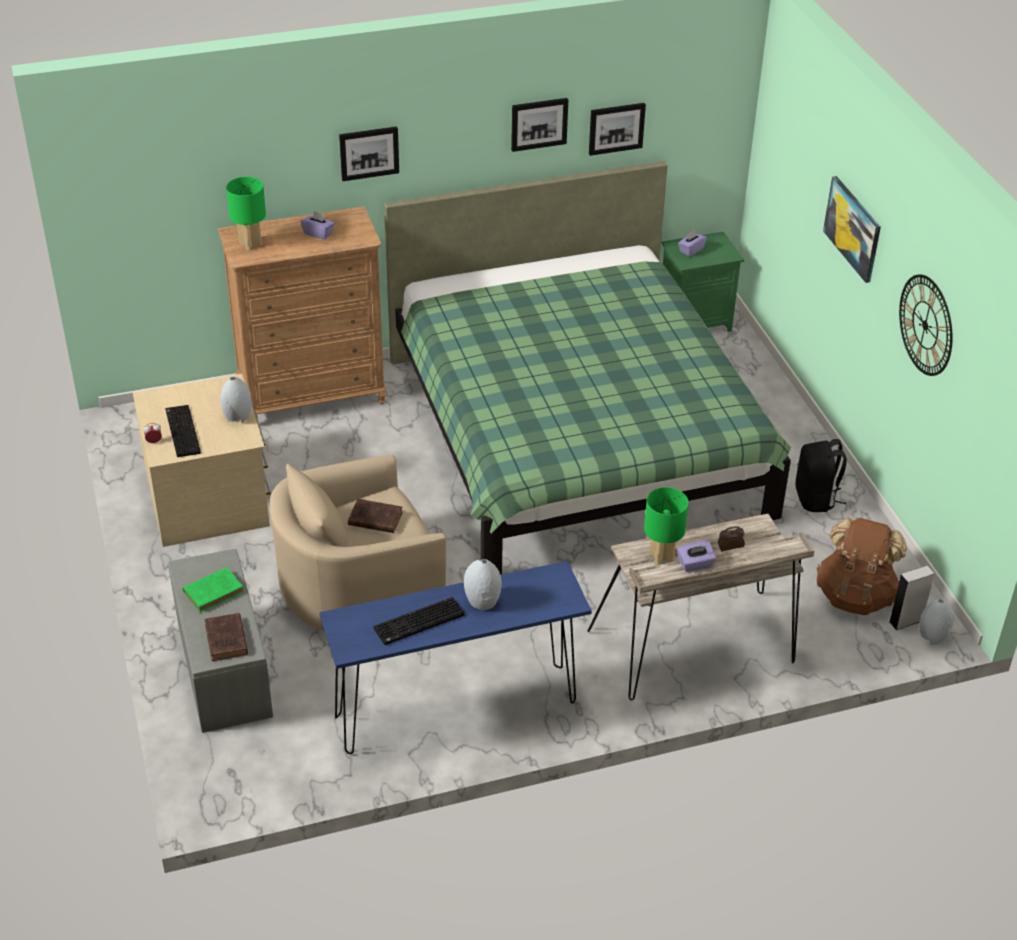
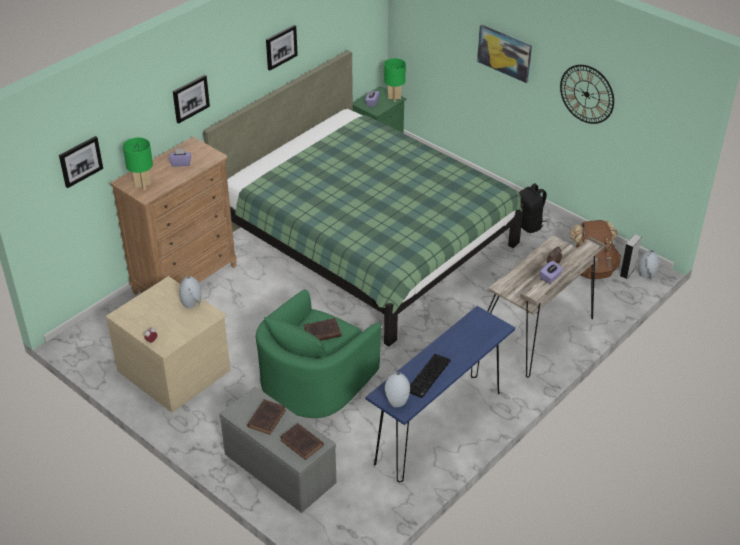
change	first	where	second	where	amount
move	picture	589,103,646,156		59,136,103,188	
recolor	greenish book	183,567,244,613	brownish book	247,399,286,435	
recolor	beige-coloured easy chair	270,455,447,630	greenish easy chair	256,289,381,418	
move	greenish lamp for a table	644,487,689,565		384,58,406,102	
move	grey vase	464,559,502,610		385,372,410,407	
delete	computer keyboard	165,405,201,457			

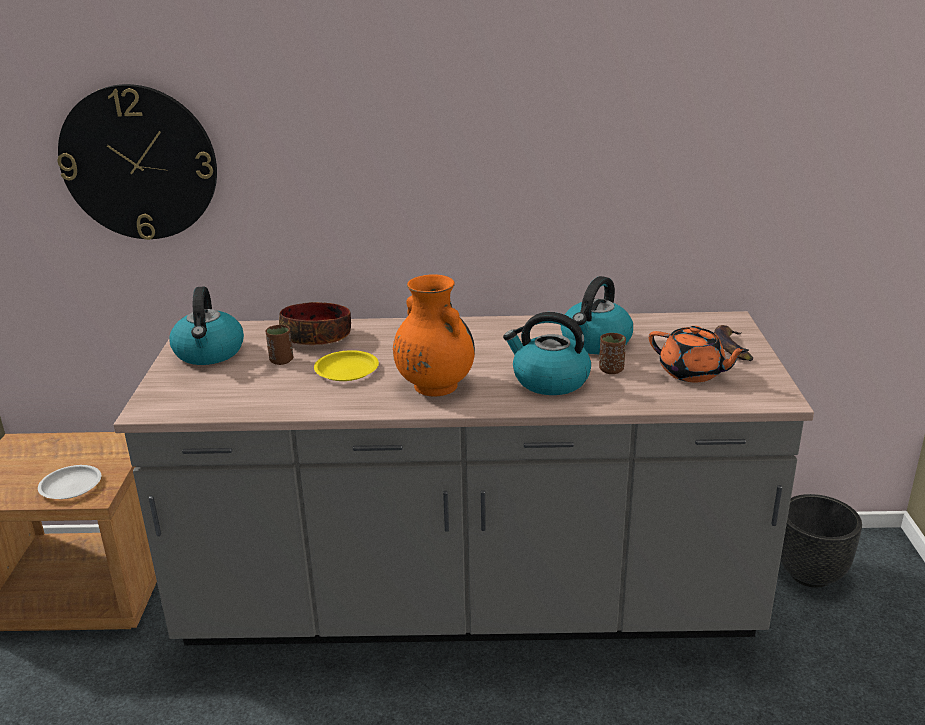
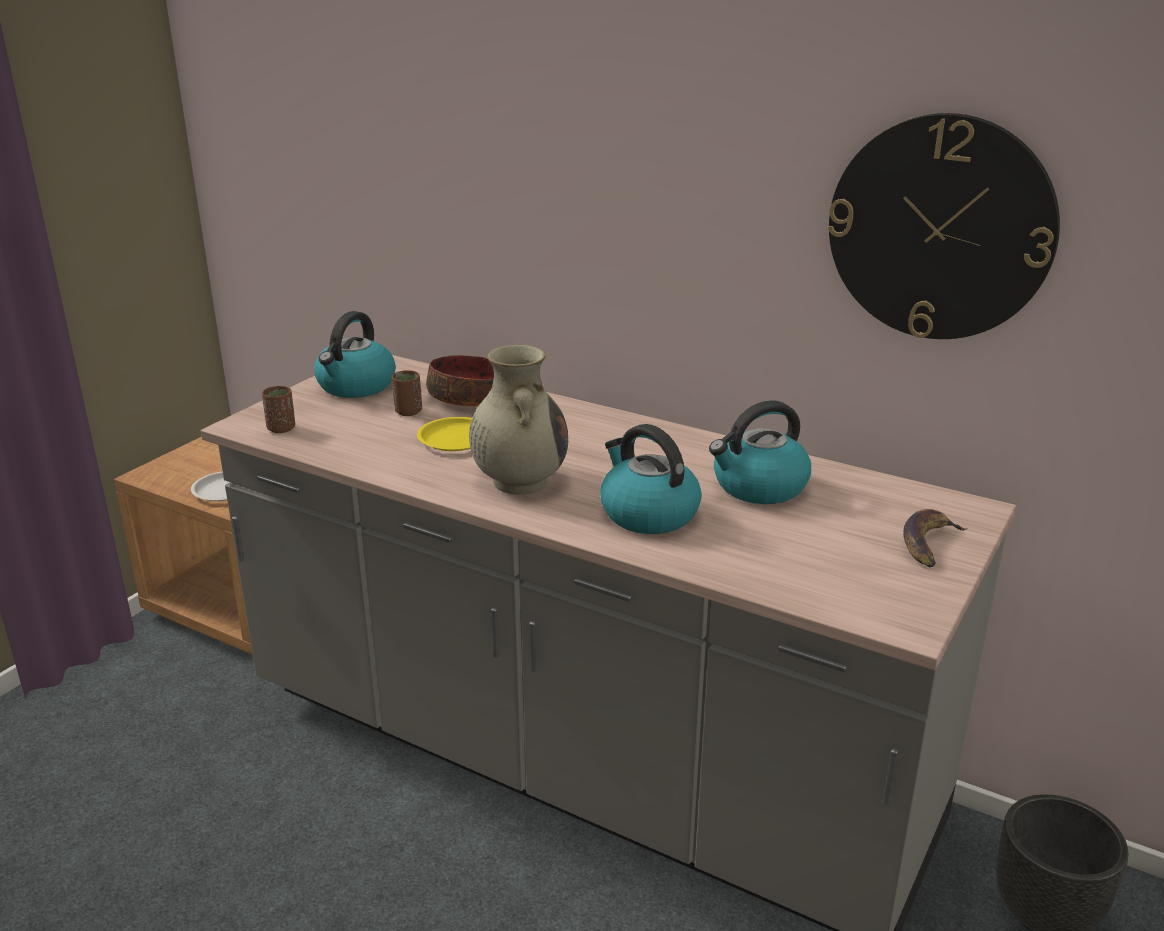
change	first	where	second	where	amount
move	brownish drinking cup	599,333,626,374		262,386,295,433	
recolor	orangey vase	393,275,475,397	beige-coloured vase	469,345,568,494	
move	clock on the wall	58,84,217,240		828,113,1060,339	
delete	orangey pot for tea	649,326,749,382			

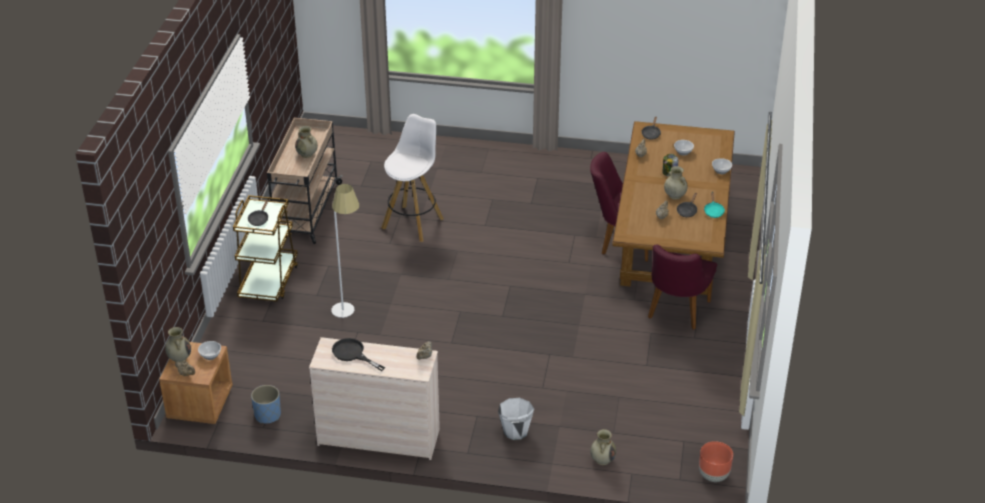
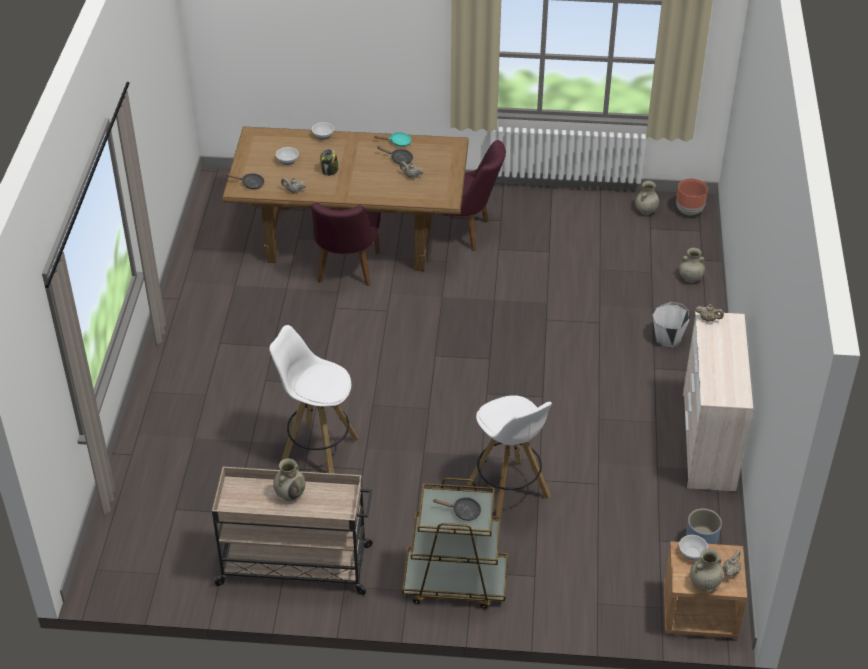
change	first	where	second	where	amount
replace	white-coloured standing lamp	331,184,359,318	white-coloured stool	466,395,552,520	
move	beige-coloured vase	664,166,688,200		635,181,659,215	
delete	black skillet	332,338,385,371			

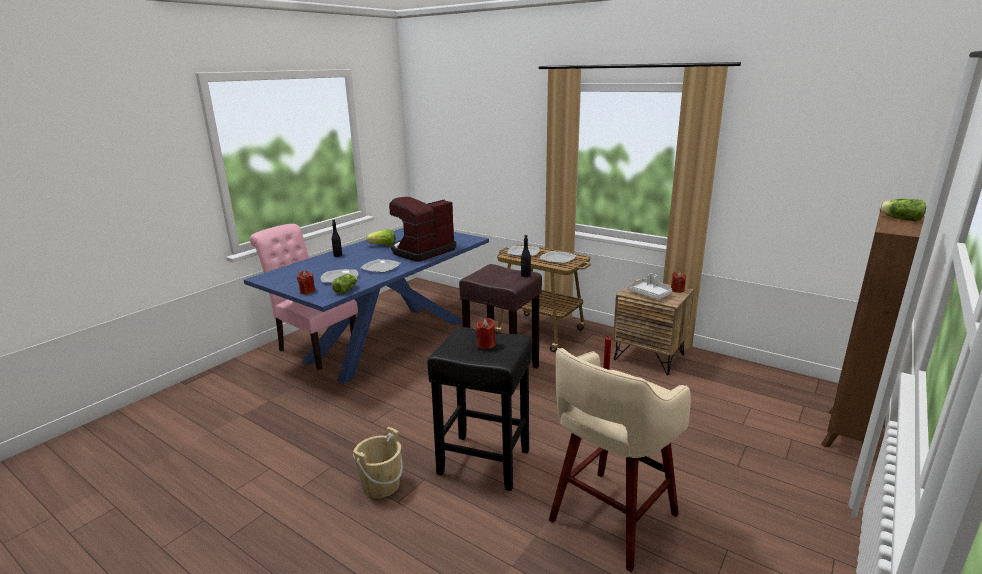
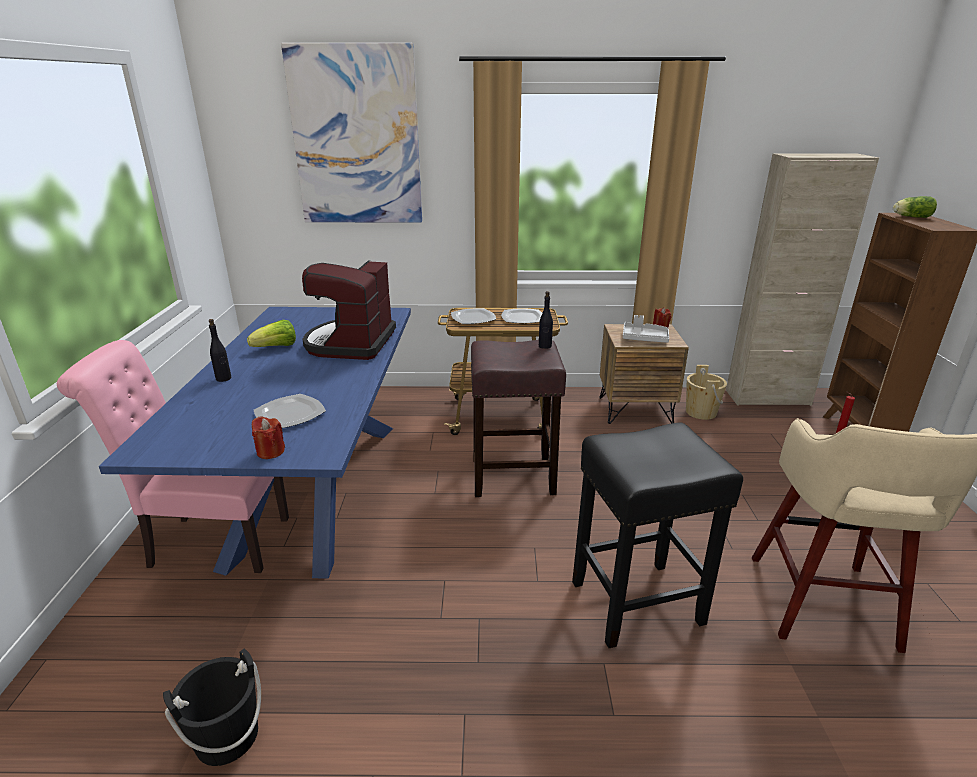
change	first	where	second	where	amount
insert			black bucket	163,649,261,766	
insert			picture	281,43,422,222	
move	beige-coloured bucket	353,427,403,498		686,365,727,420	
insert			beige-coloured cupboard	726,153,879,406	
delete	lettuce head	332,274,357,294			
delete	plate	360,259,401,272			
delete	red candle	476,318,496,349			

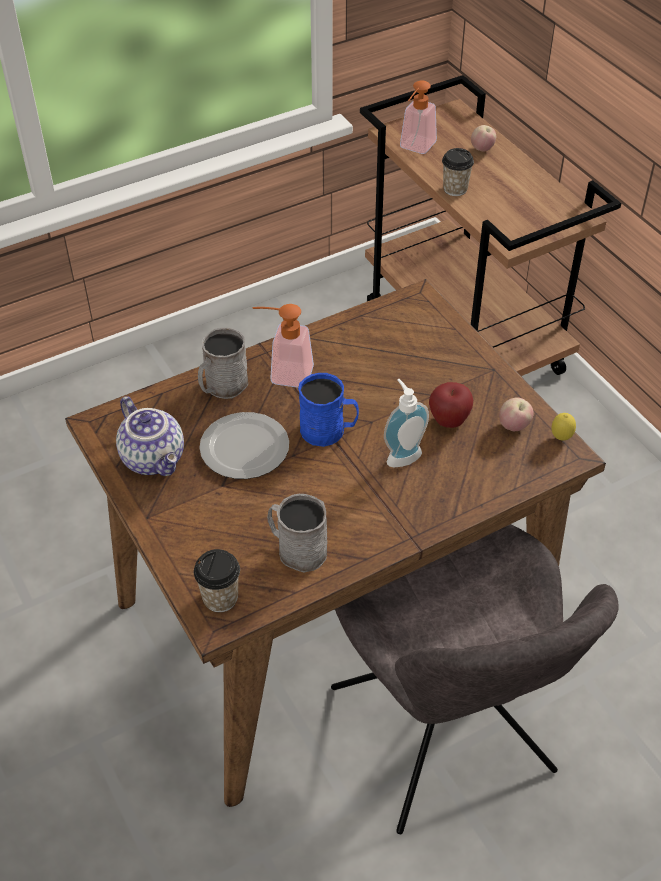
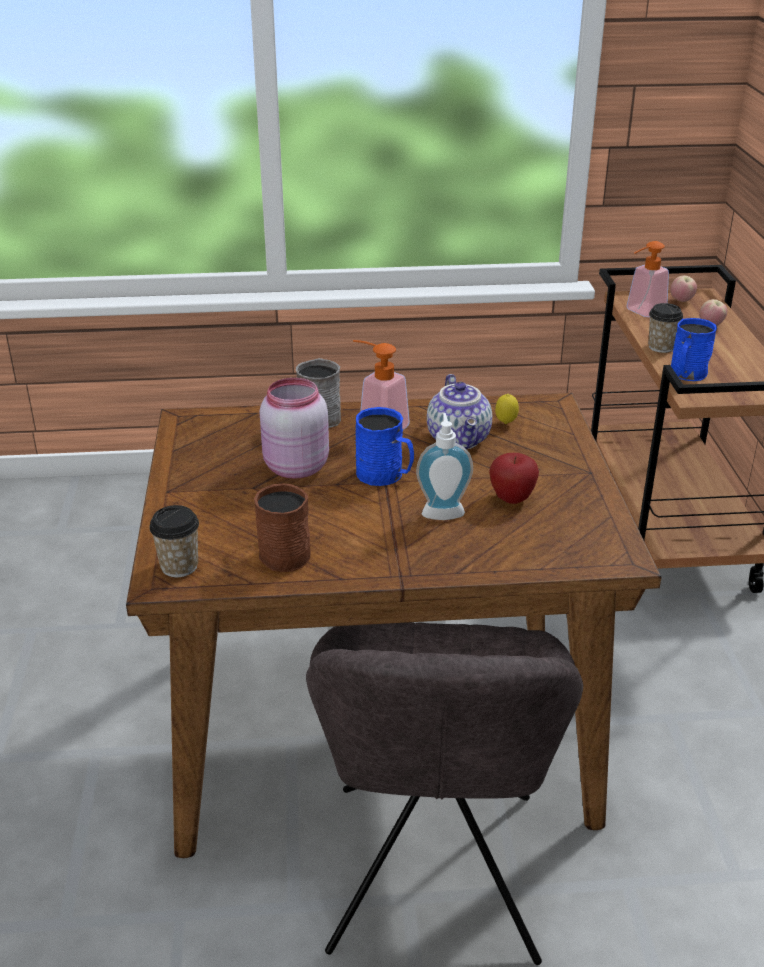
change	first	where	second	where	amount
recolor	grey mug	267,494,327,573	brownish mug	254,484,311,572	
replace	plate	199,412,289,479	pinkish preserve jar	260,378,329,479	
move	pot for tea	116,396,184,476		427,374,492,449	
move	lemon	551,413,576,440		495,394,519,424	
move	whole apple	499,397,534,431		670,275,697,302	
insert			bluish mug	671,318,717,381	

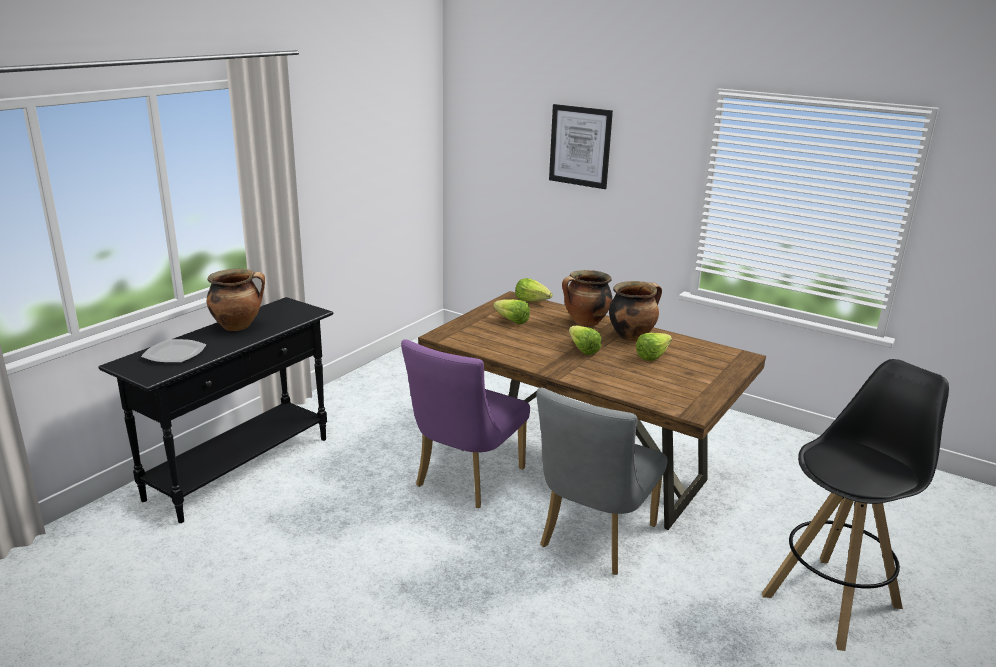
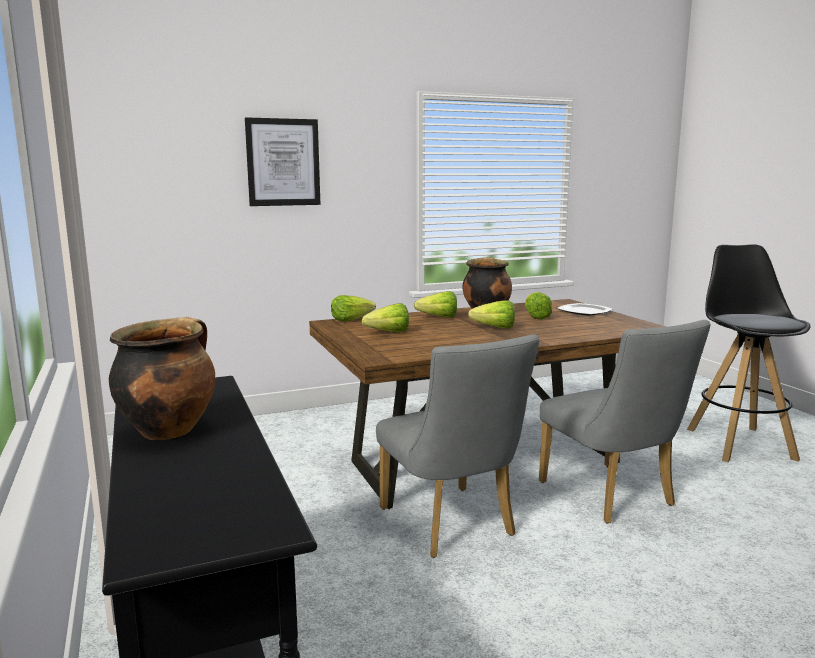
change	first	where	second	where	amount
recolor	purple upright chair	401,339,530,508	grey upright chair	376,334,539,558	
replace	stockpot	562,270,612,326	lettuce head	414,291,457,318	
move	plate	141,339,207,363		557,303,613,316	

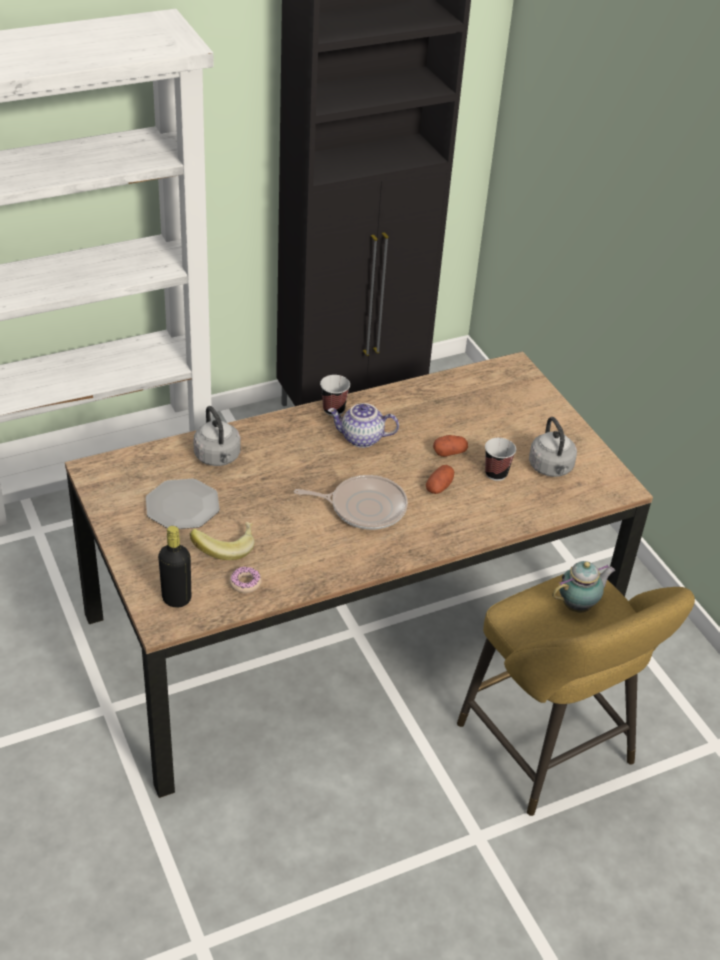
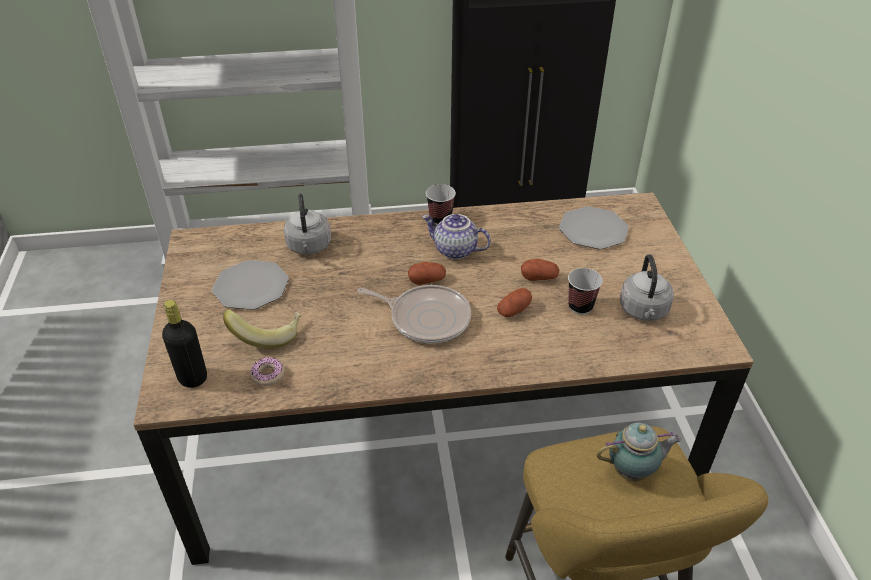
change	first	where	second	where	amount
insert			potato	408,262,446,285	
insert			plate	559,206,629,249	

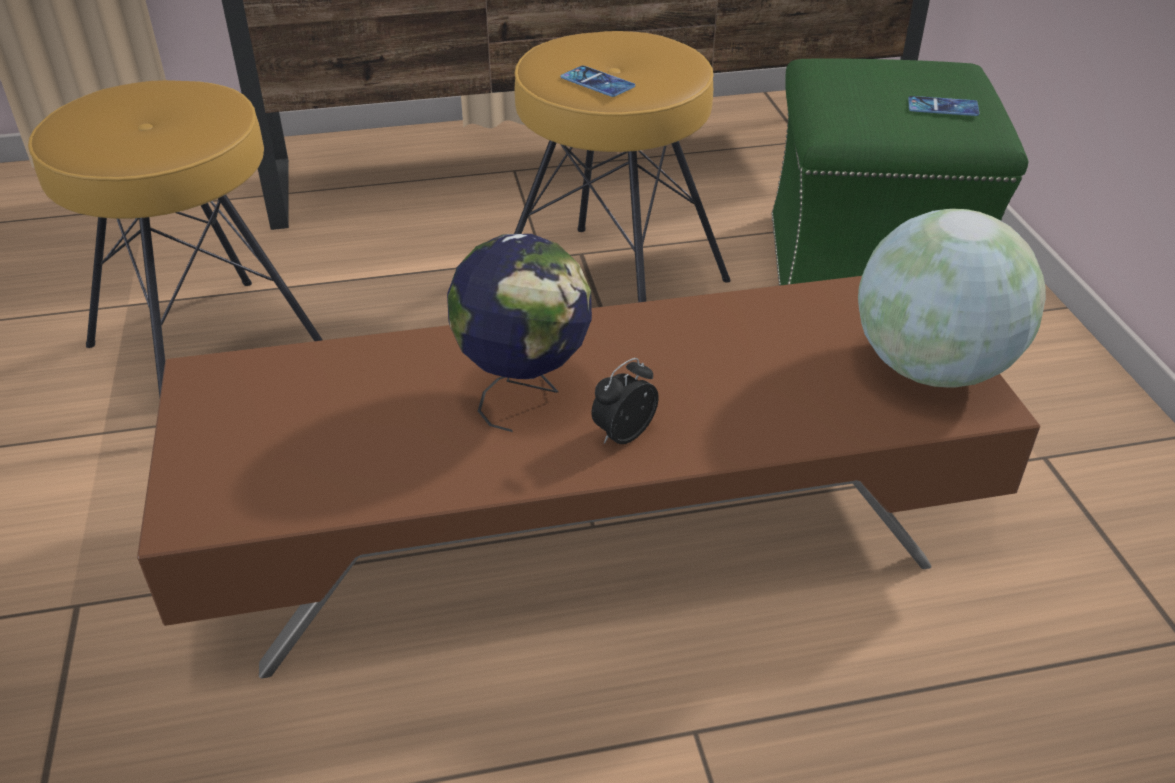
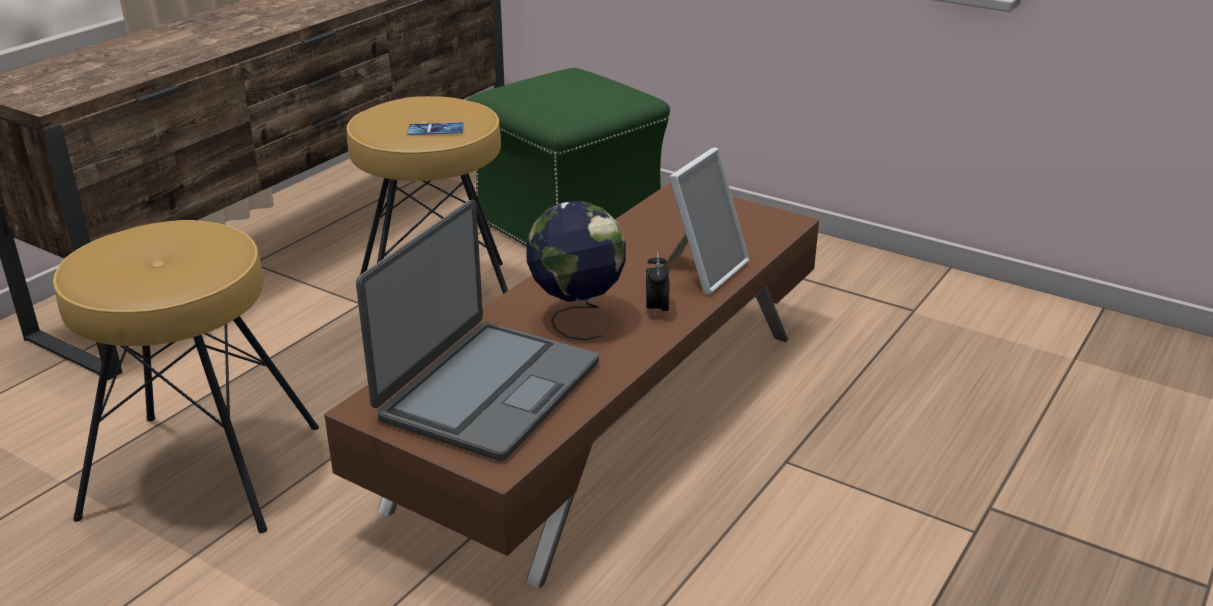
change	first	where	second	where	amount
insert			portable computer	356,200,599,461	
insert			photo frame	663,147,749,295	
delete	world globe	858,209,1046,388			
delete	handset	908,96,979,116			

